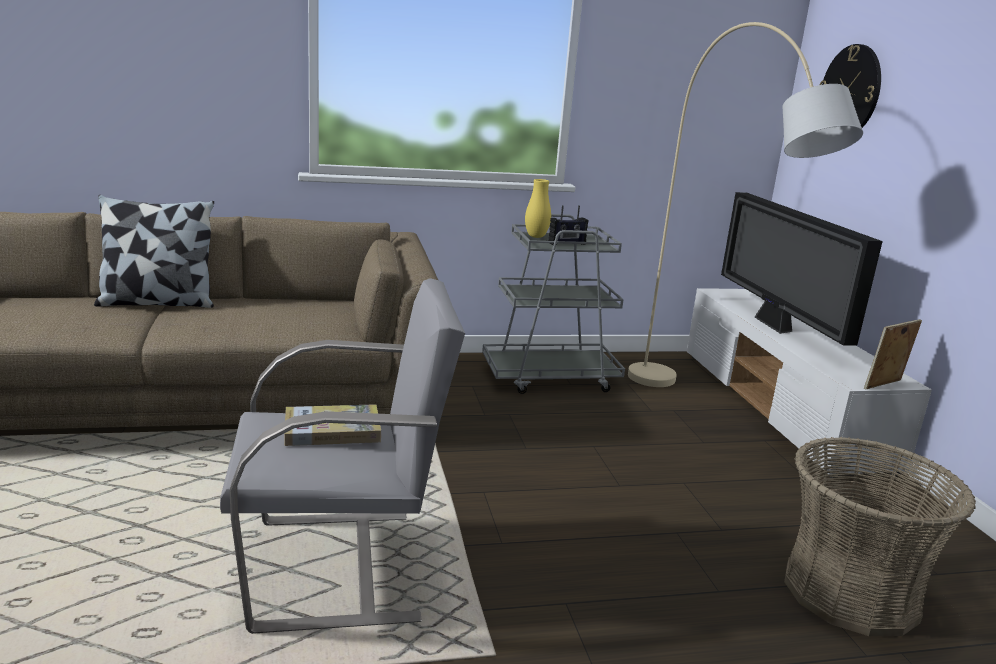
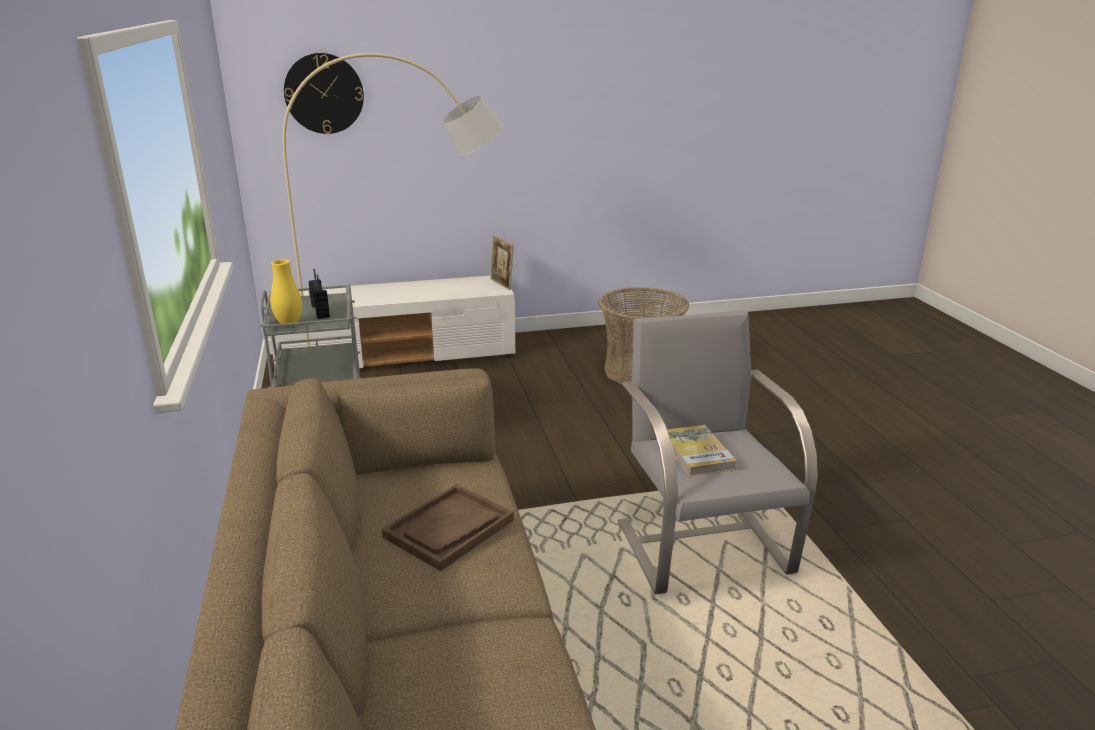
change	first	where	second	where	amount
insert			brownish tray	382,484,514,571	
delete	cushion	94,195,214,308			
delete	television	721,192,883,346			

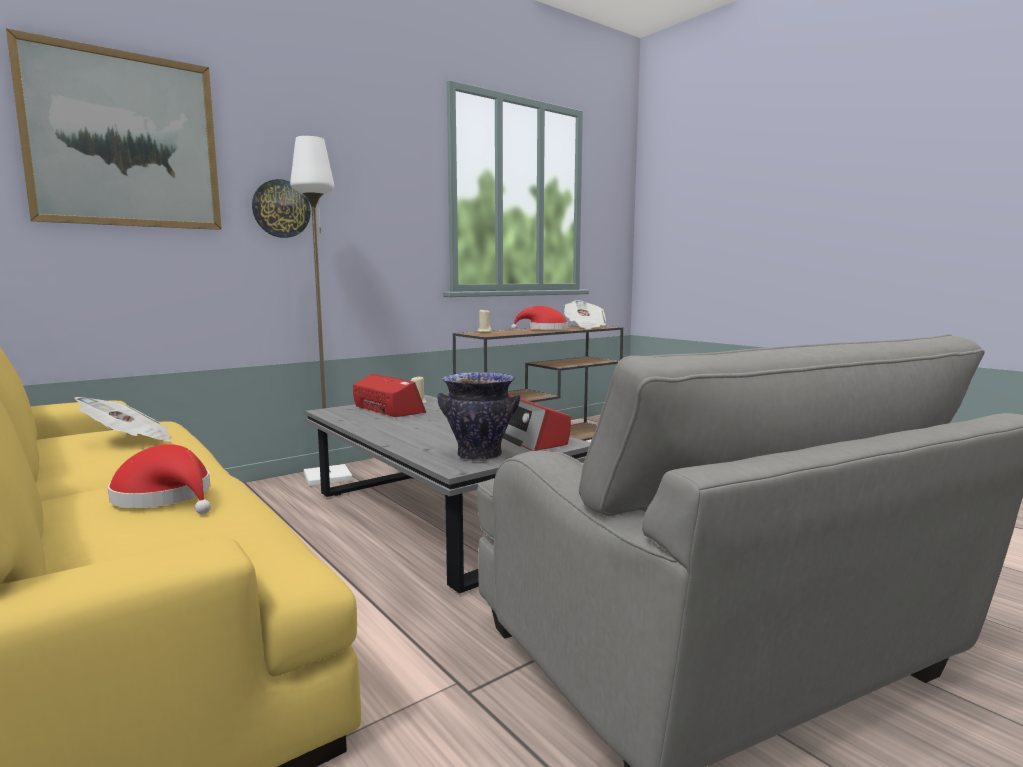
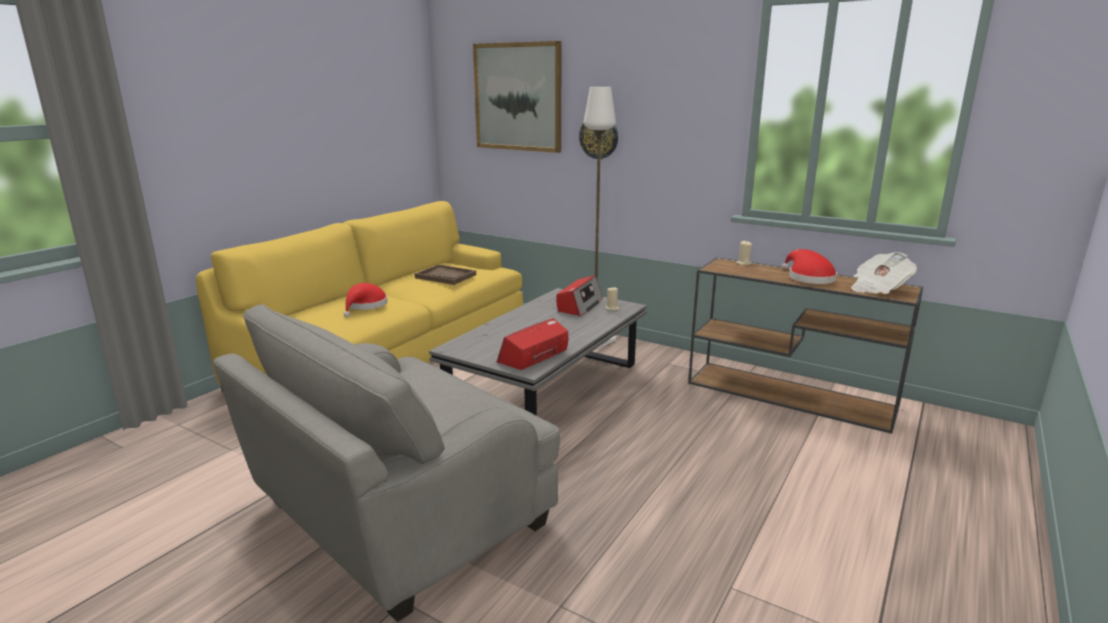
change	first	where	second	where	amount
replace	newspaper	75,397,171,441	brownish tray	414,264,476,285	
delete	vase	438,372,520,461			

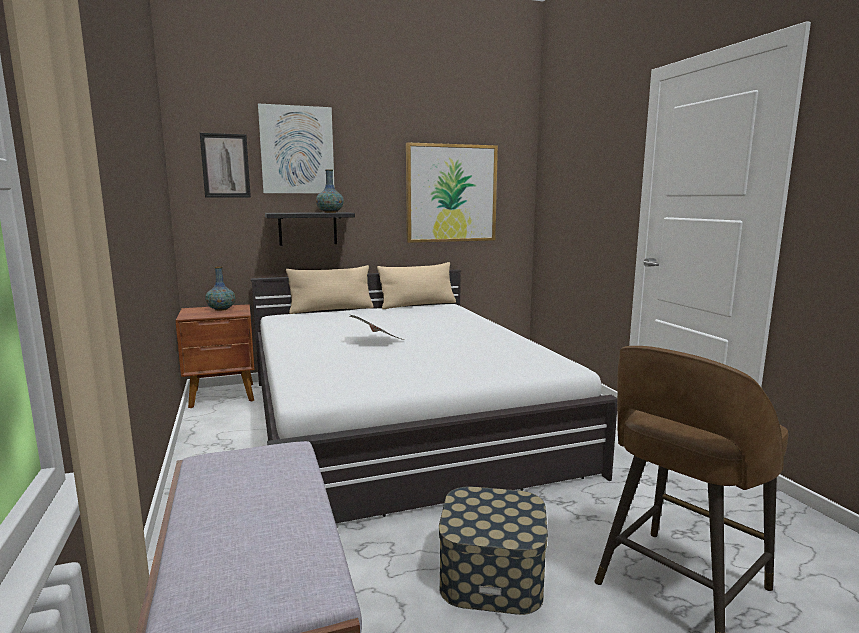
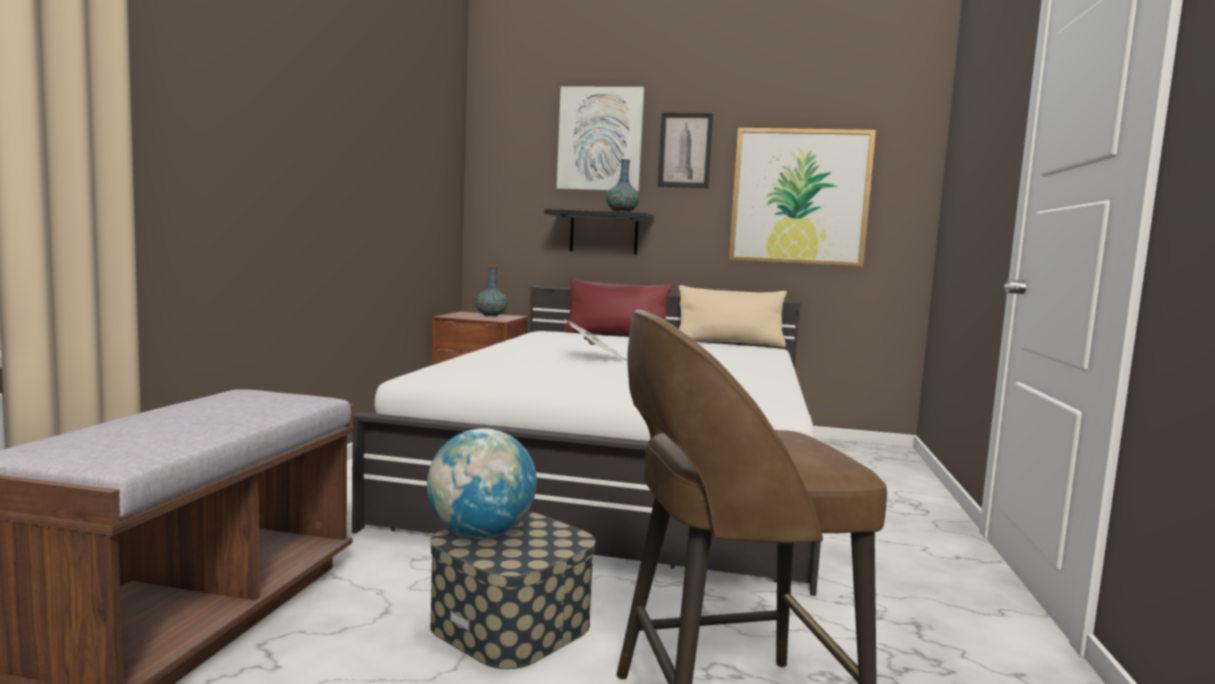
change	first	where	second	where	amount
insert			world globe	427,428,537,539	
recolor	beige-coloured cushion	286,265,374,314	red cushion	564,279,672,335	
move	picture	200,133,251,198		658,112,713,188	

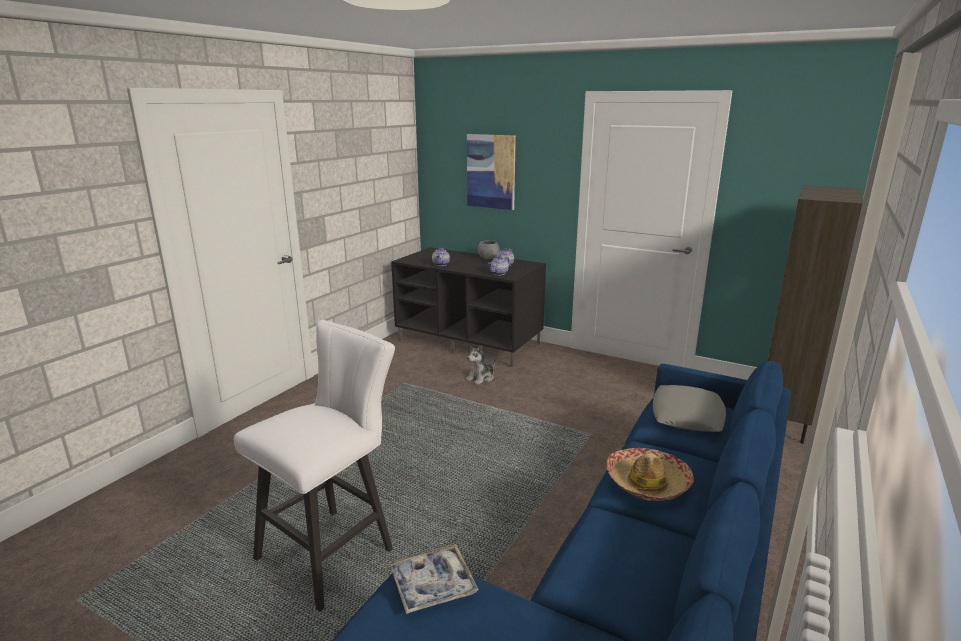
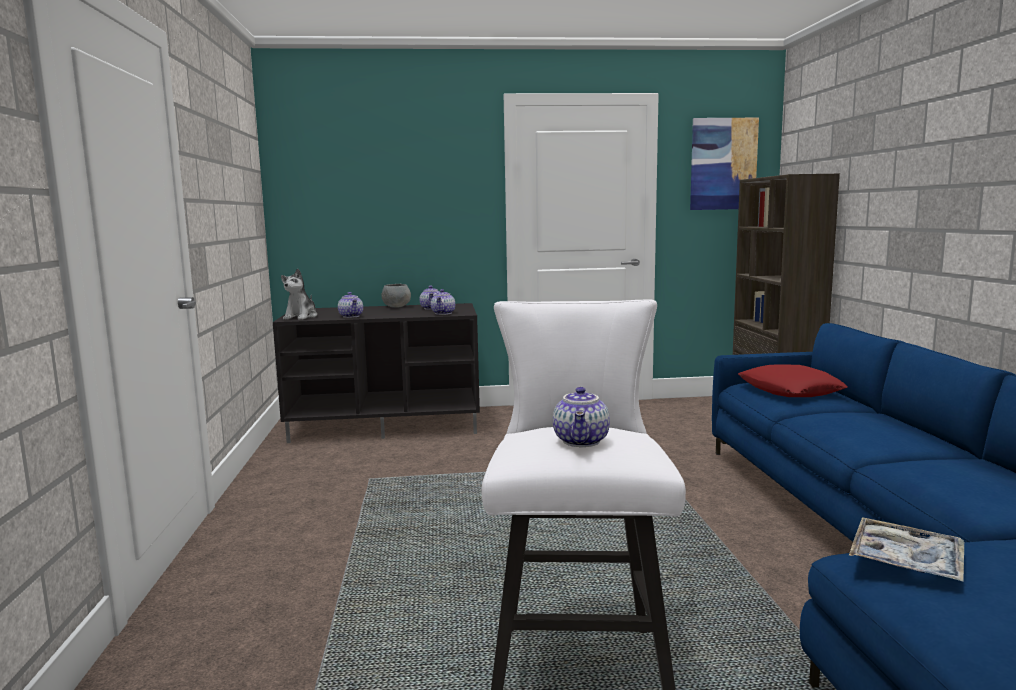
change	first	where	second	where	amount
move	cuddly toy	466,345,495,385		281,269,317,320	
insert			pot for tea	553,387,610,447	
move	picture	467,134,516,210		690,118,759,210	
recolor	grey cushion	653,385,726,432	red cushion	738,364,848,397	
delete	clothing hat	607,448,694,501			

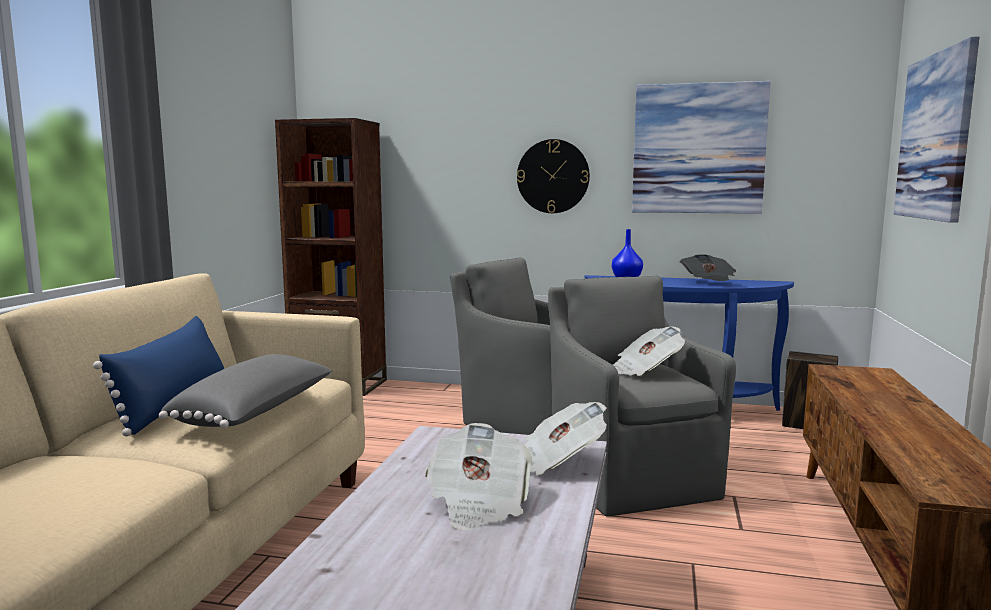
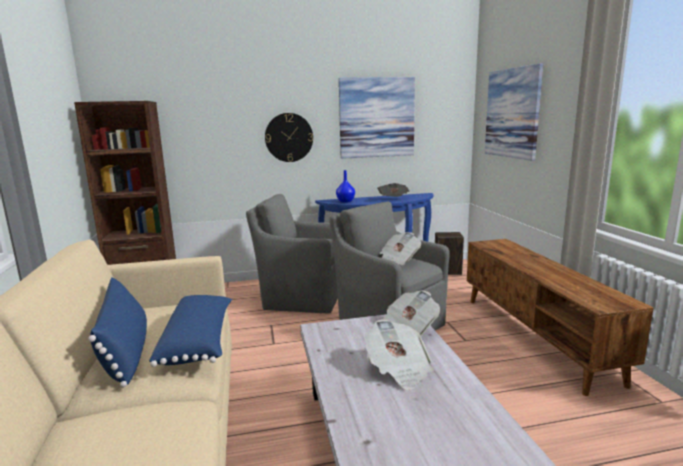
change	first	where	second	where	amount
recolor	grey cushion	159,354,332,428	bluish cushion	149,295,232,367	

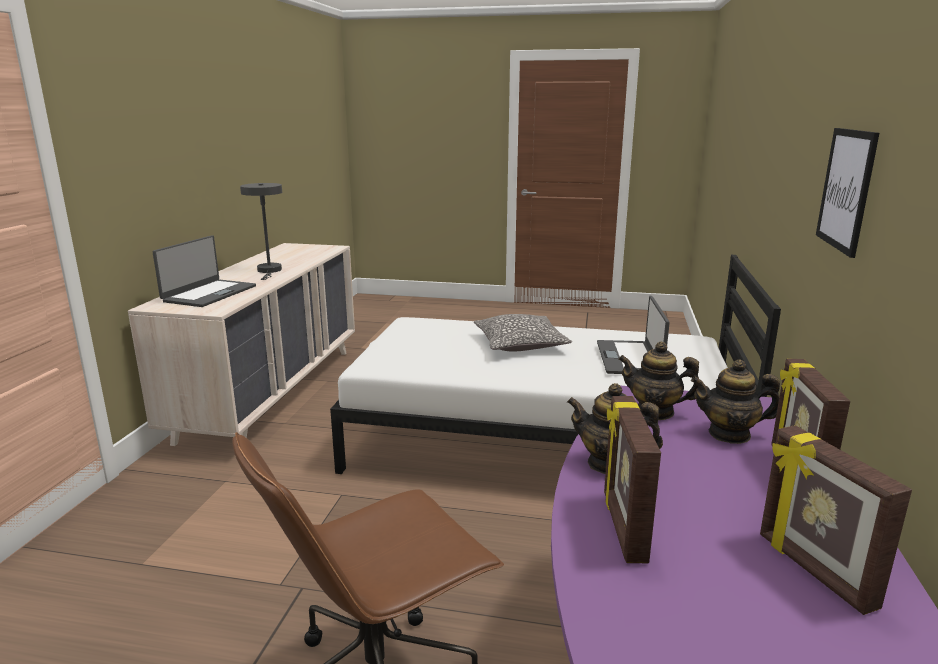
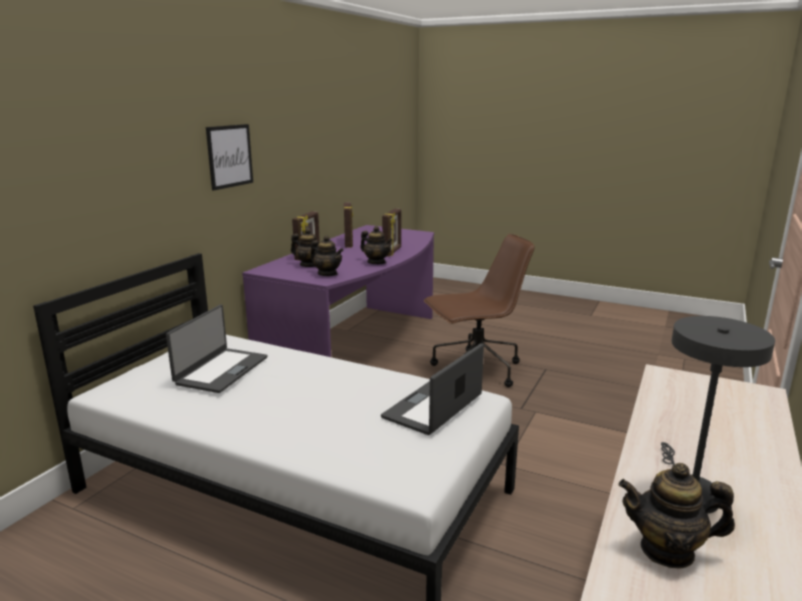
change	first	where	second	where	amount
move	portable computer	153,235,256,307		381,343,484,435	
insert			pot for tea	618,463,735,569	
delete	cushion	474,314,572,351			

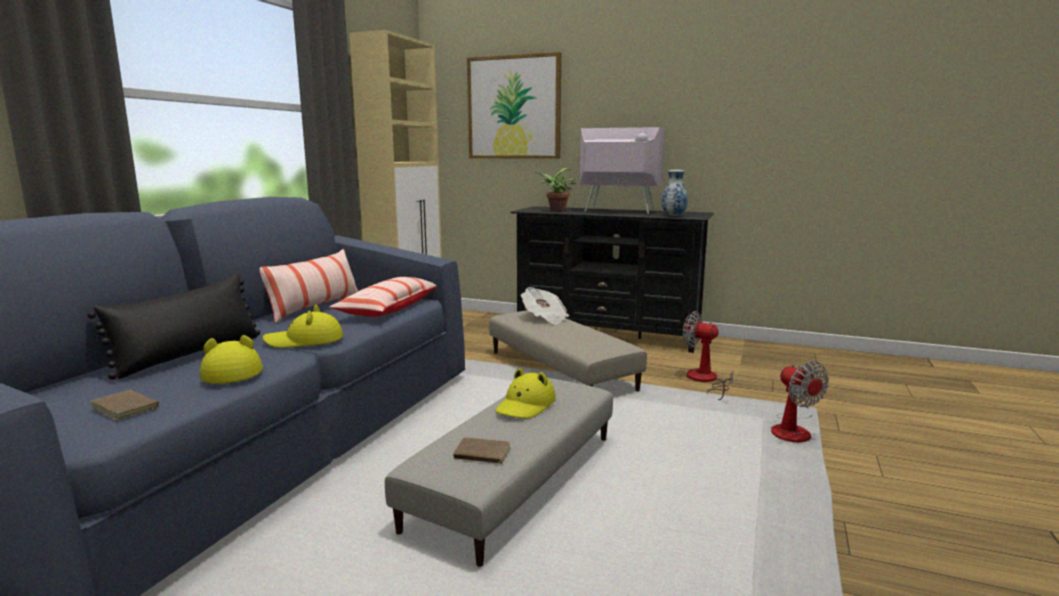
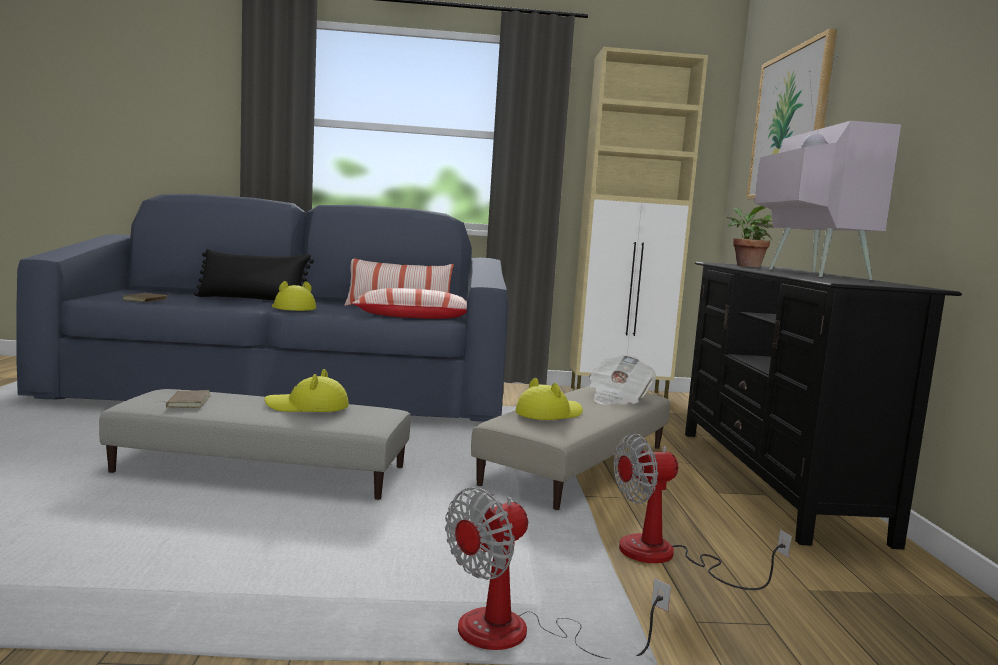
change	first	where	second	where	amount
move	yellowish clothing hat	200,335,263,384		515,378,583,420	
rotate	cooling fan	683,311,733,400		614,434,792,590	120 degrees counterclockwise
delete	vase	662,170,688,216			

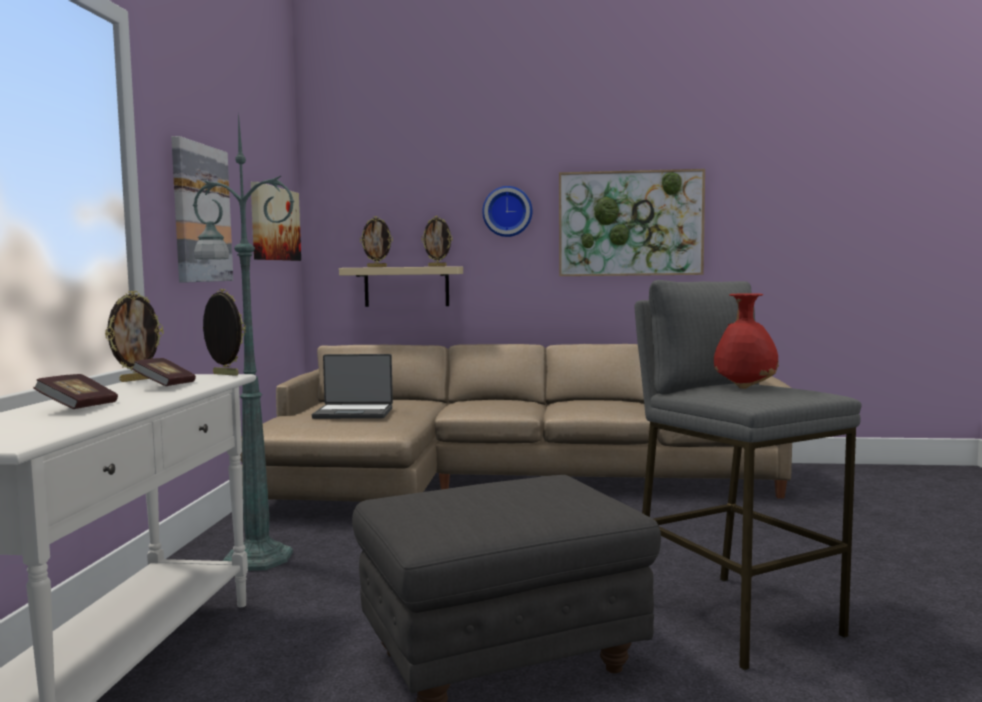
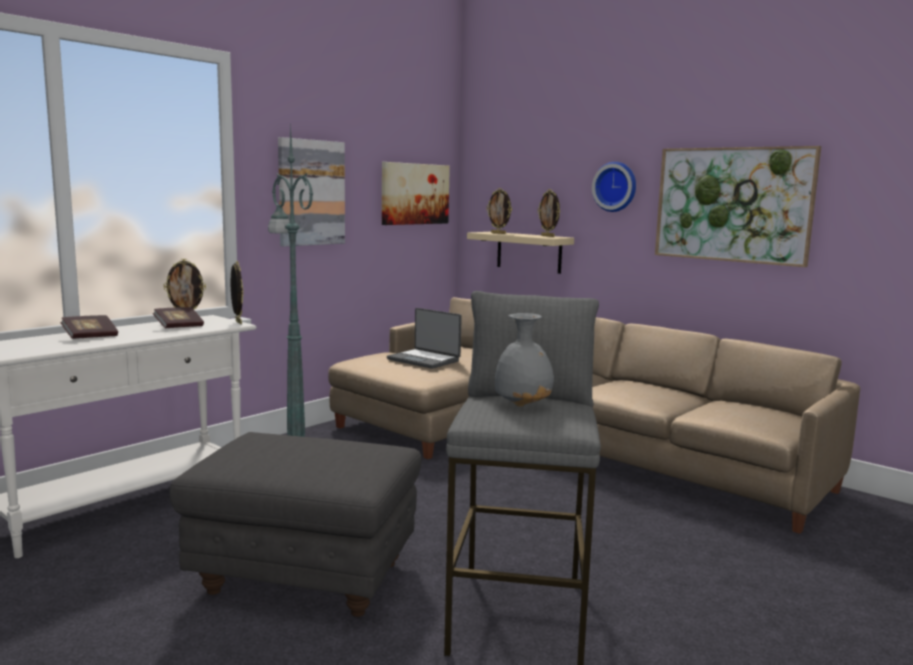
change	first	where	second	where	amount
recolor	red vase	714,293,779,389	grey vase	495,313,554,407	

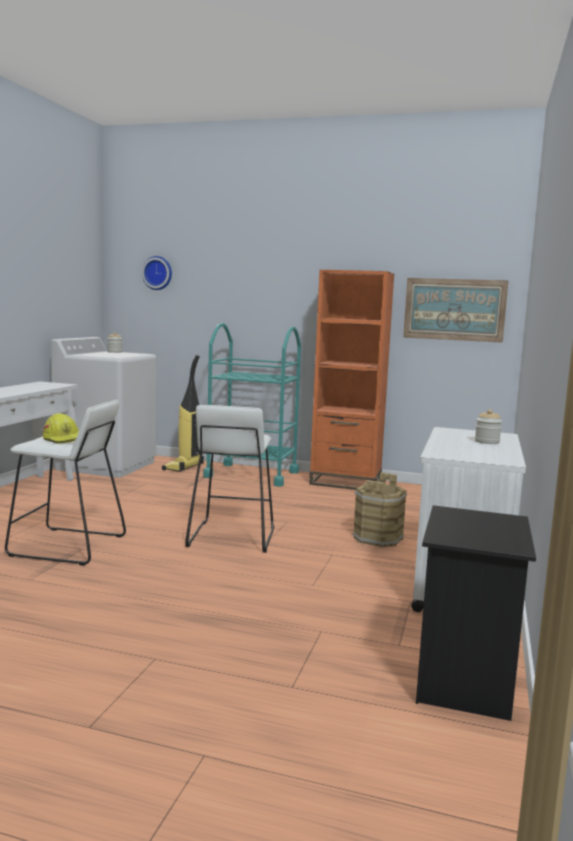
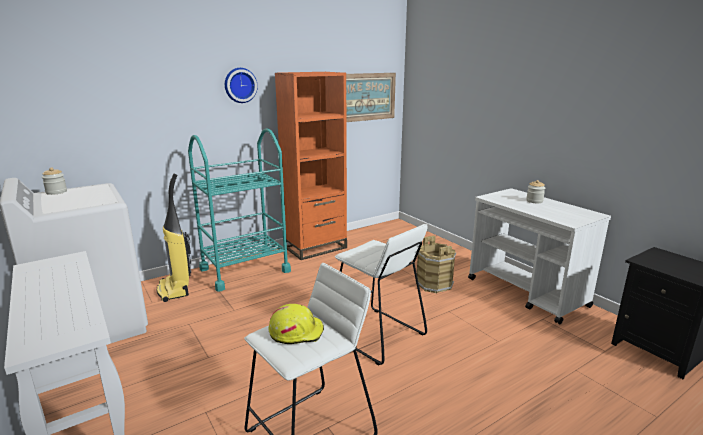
change	first	where	second	where	amount
move	clock on the wall	142,256,172,290		225,68,258,103	

